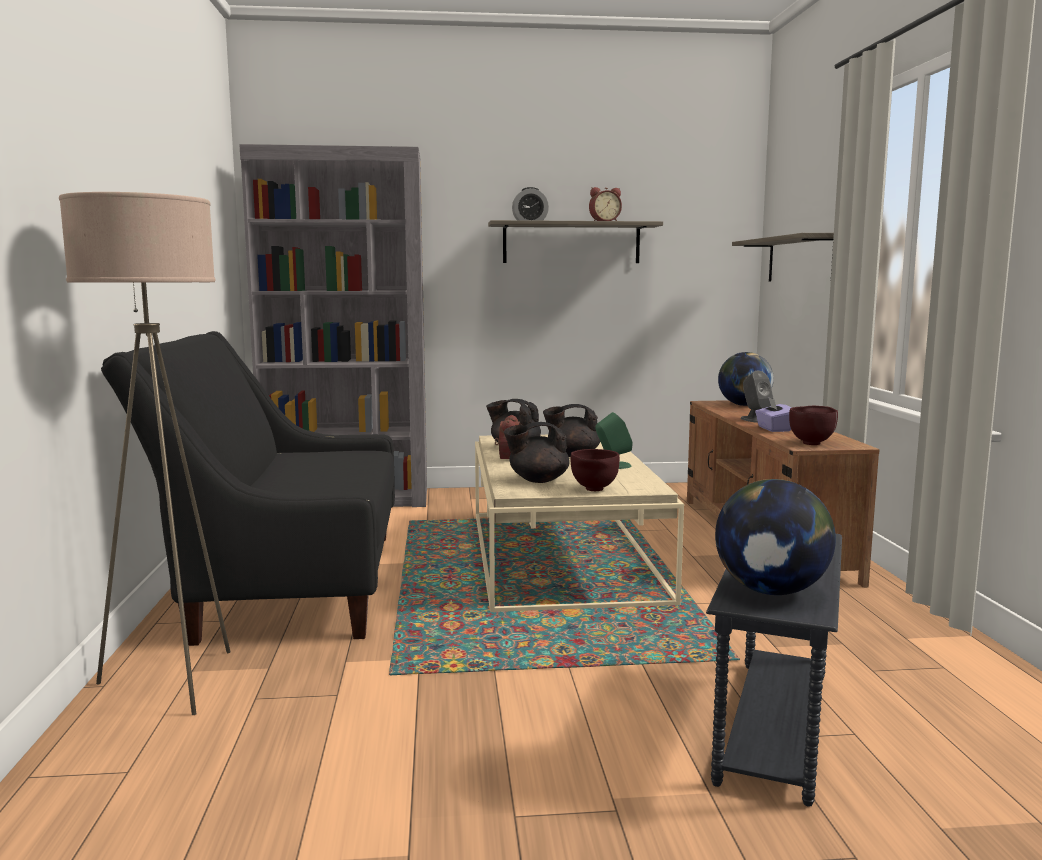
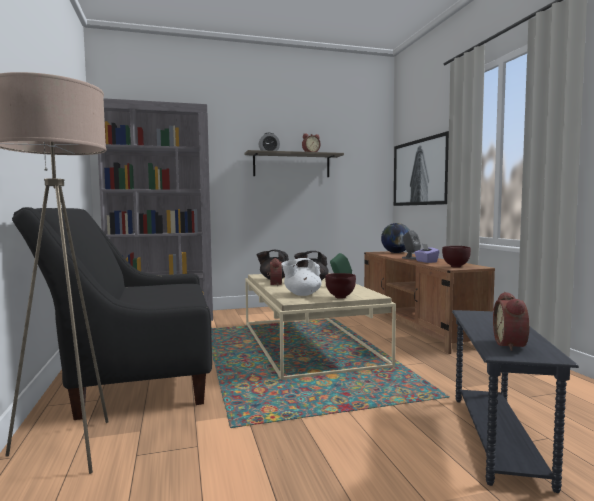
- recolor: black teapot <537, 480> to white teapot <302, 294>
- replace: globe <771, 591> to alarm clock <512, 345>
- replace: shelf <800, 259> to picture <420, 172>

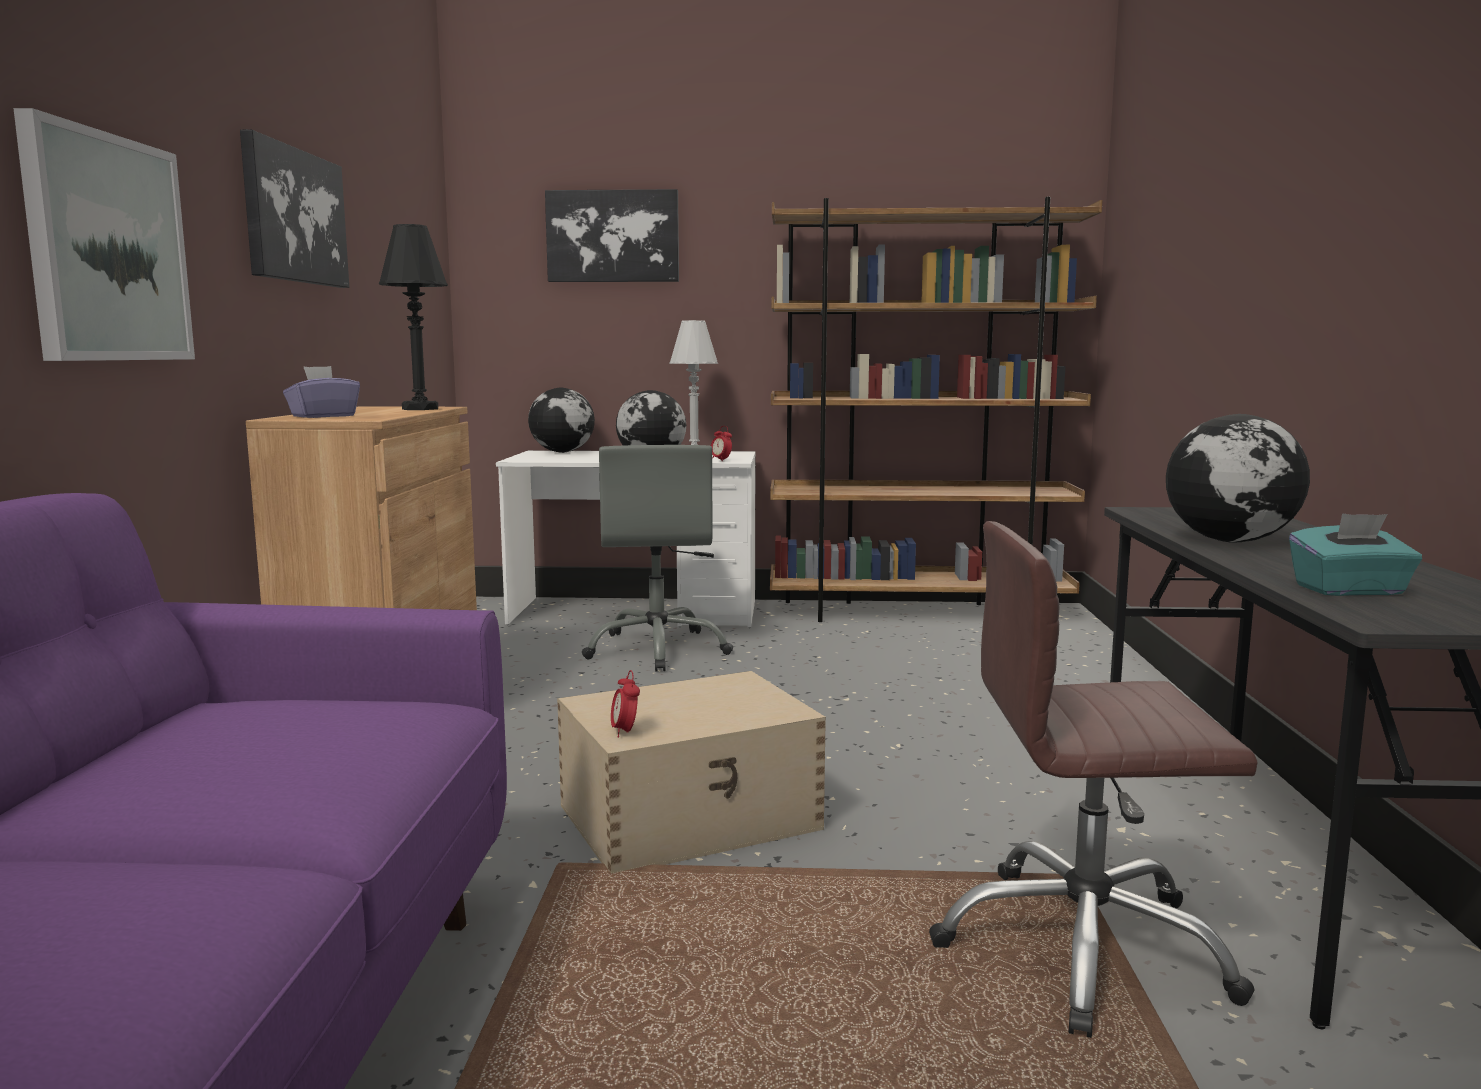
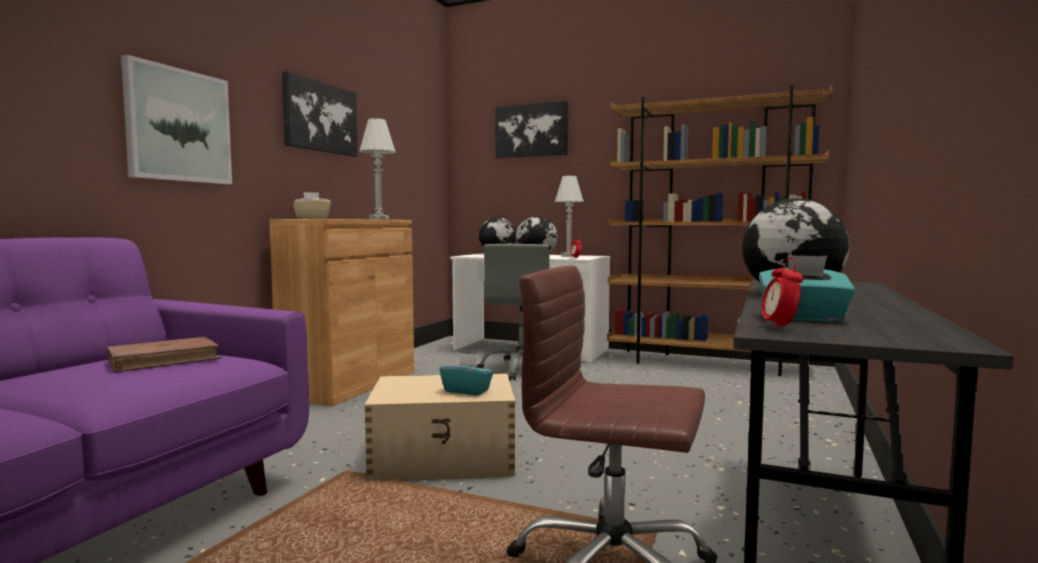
- recolor: purple tissue box <323, 416> to beige tissue box <312, 218>
- recolor: black table lamp <420, 409> to white table lamp <379, 219>
- move: alarm clock <625, 732> to <779, 327>
- insert: brown book <164, 360>
- insert: turquoise tissue box <467, 391>

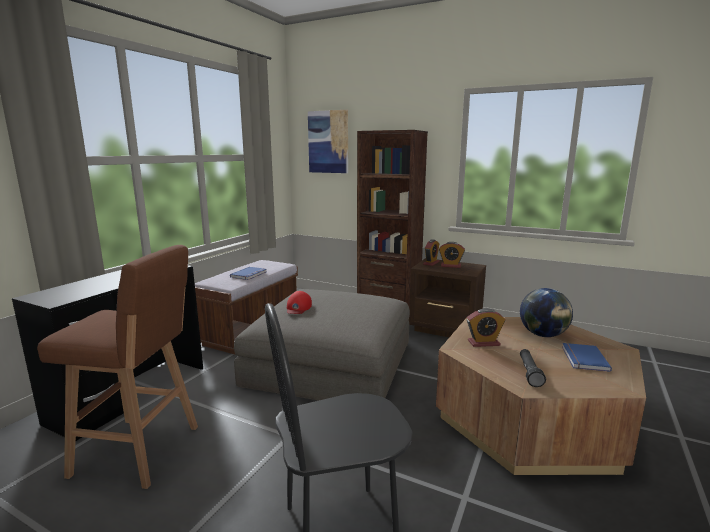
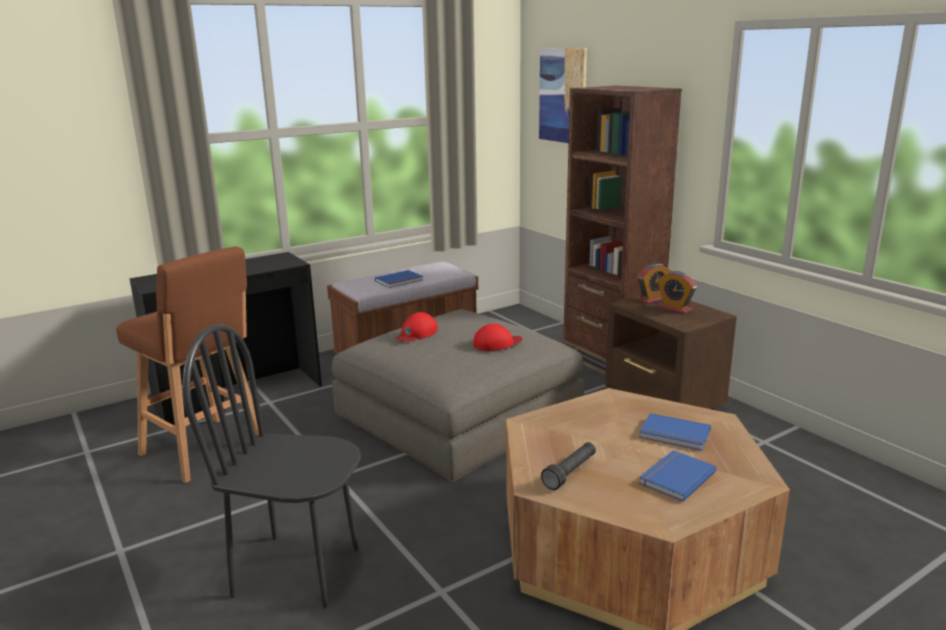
- delete: alarm clock <483, 343>
- replace: globe <543, 335> to blue book <674, 435>
- insert: red cap <497, 343>

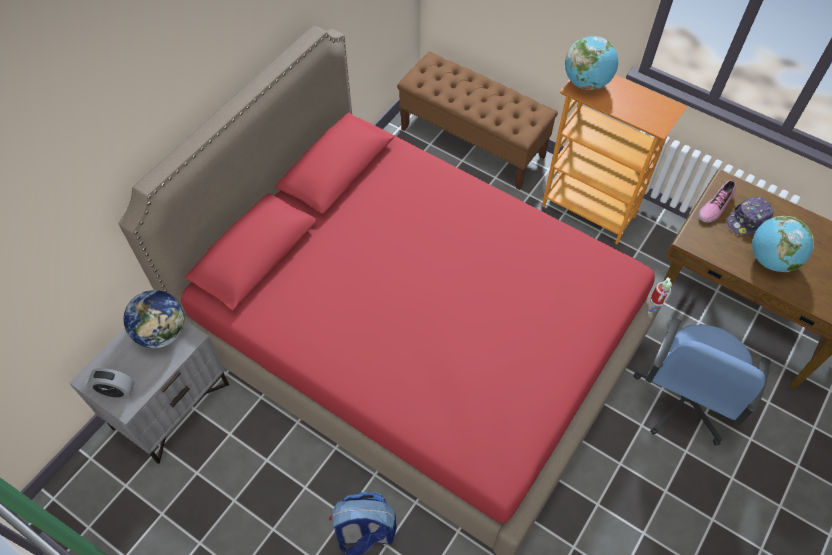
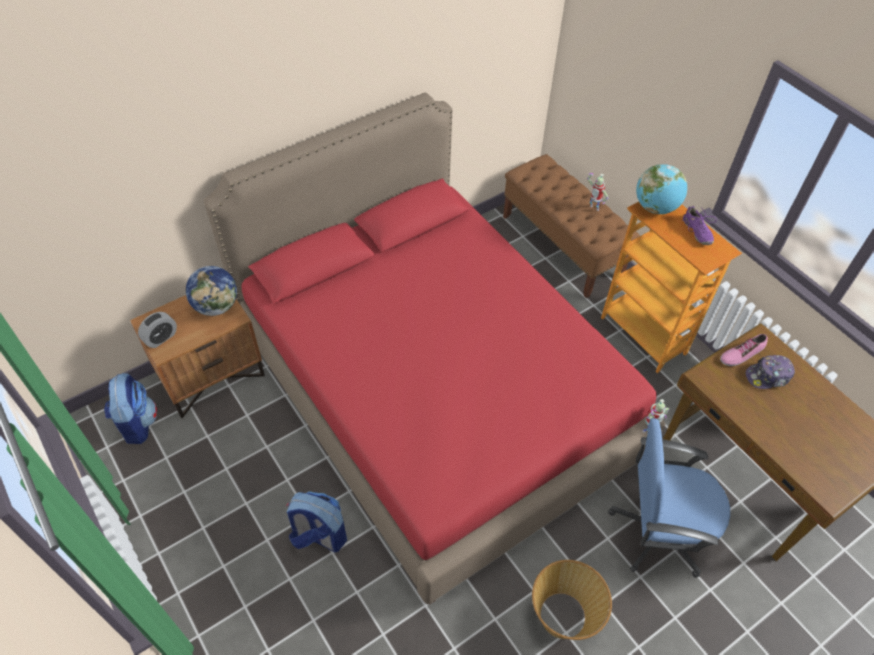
- recolor: grey nightstand <171, 405> to brown nightstand <212, 376>
- rotate: alarm clock <115, 390> = <161, 338> 75 degrees counterclockwise
- rotate: blue office chair <682, 400> = <657, 531> 45 degrees clockwise
- delete: globe <771, 260>
- insert: backpack <136, 423>
- insert: basket <563, 616>
- insert: toy robot <593, 208>
- insert: purple shoe <696, 232>

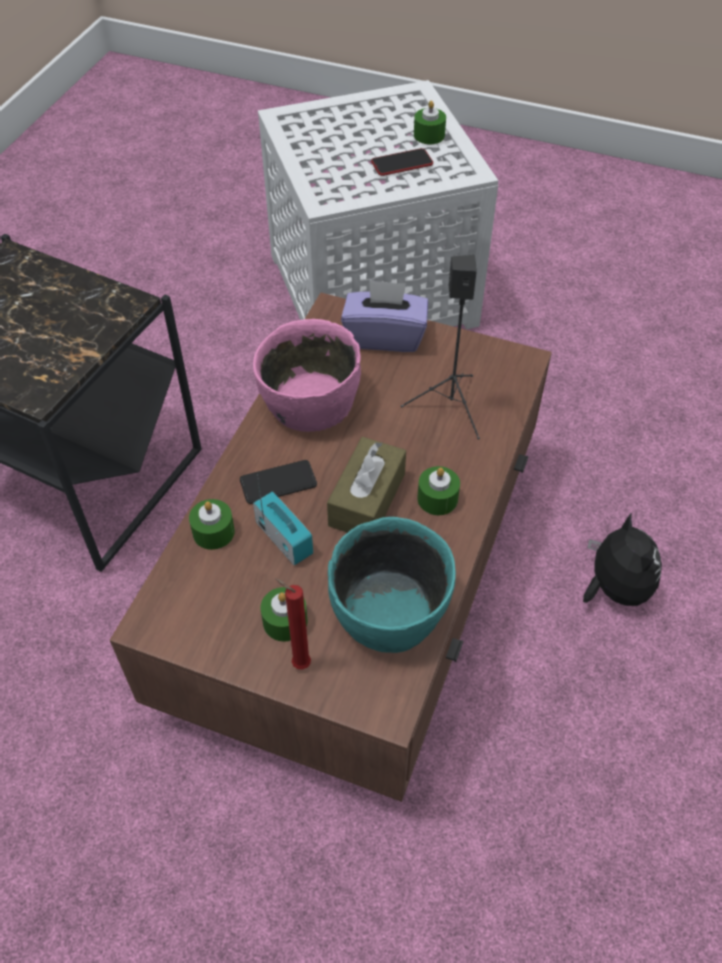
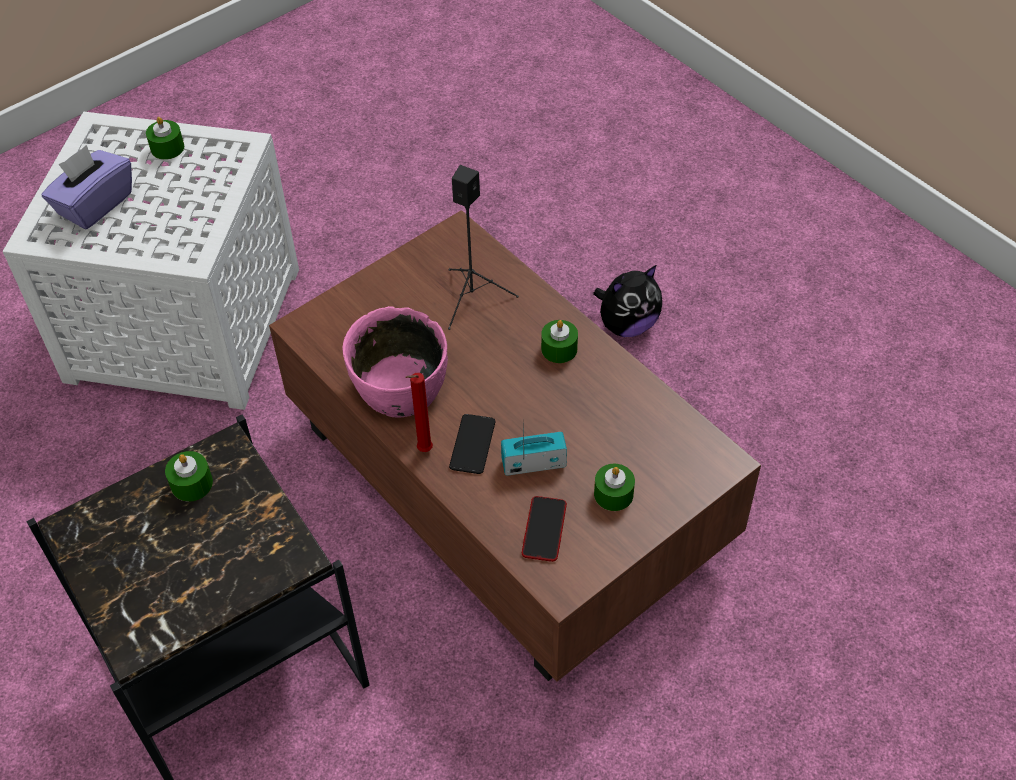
- move: green candle <213, 532> to <192, 484>
- move: red candle <298, 663> to <423, 451>
- delete: brown tissue box <367, 499>
- delete: turquoise bowl <391, 611>
- move: purple tissue box <385, 336> to <95, 204>
- move: phone <402, 163> to <544, 529>
- rotate: plush toy <614, 589> = <627, 325> 135 degrees clockwise

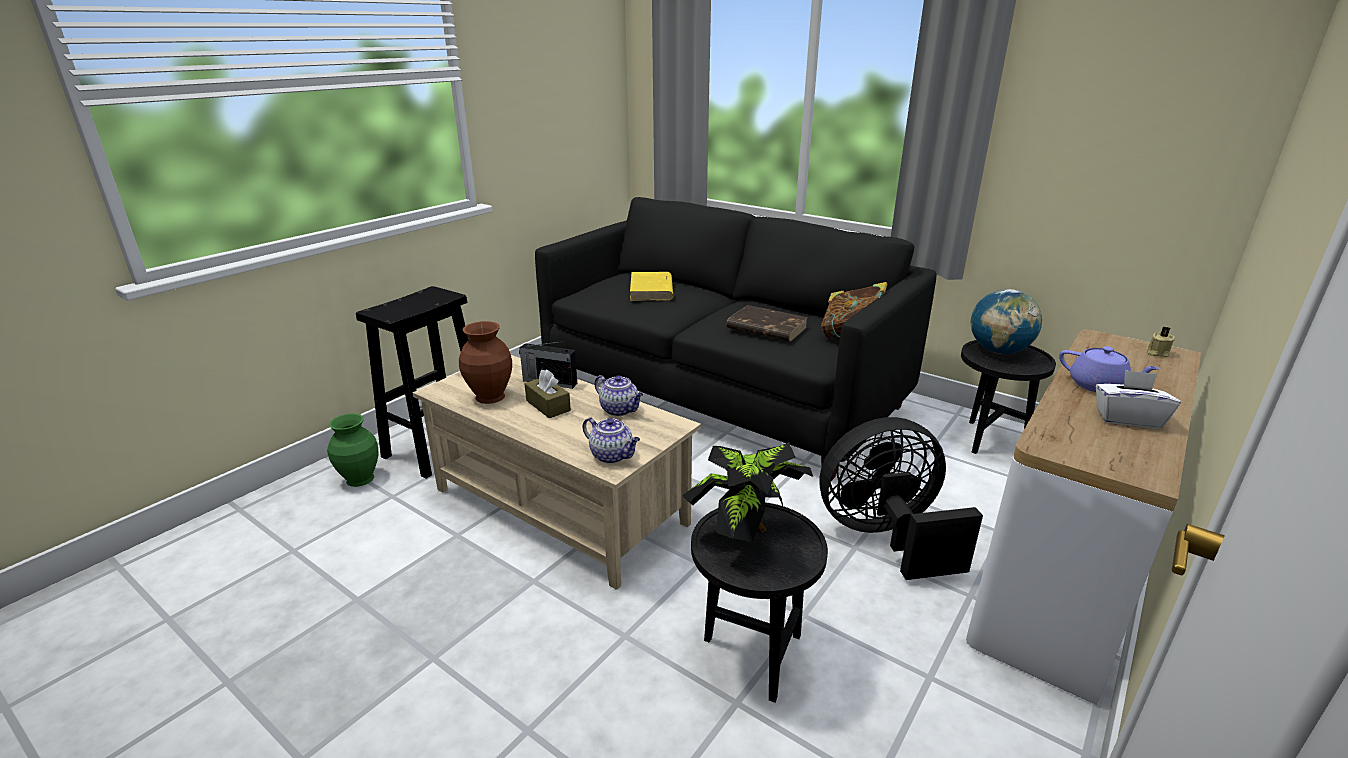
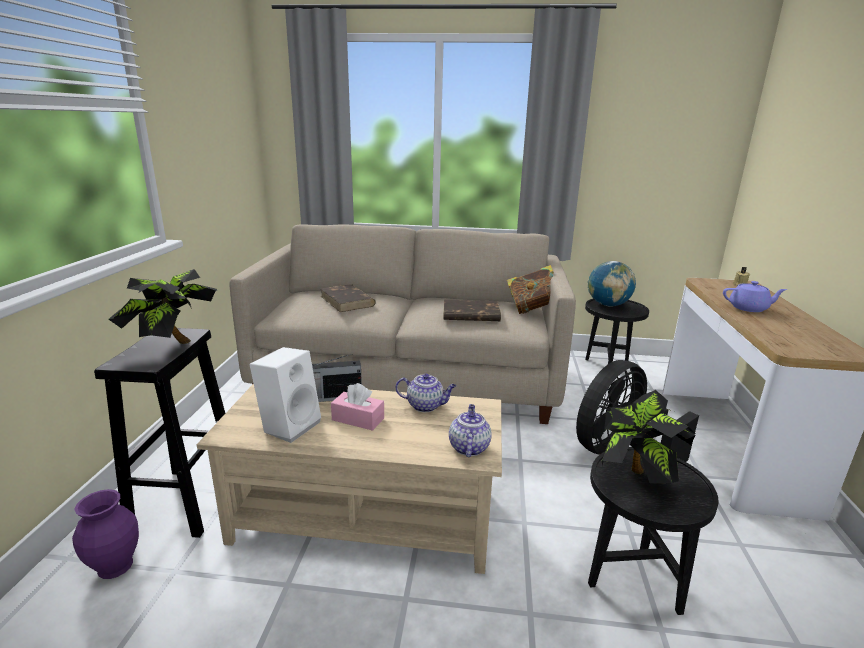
- recolor: green vase <361, 479> to purple vase <116, 565>
- replace: brown vase <490, 396> to white speaker <290, 425>
- recolor: brown tissue box <548, 405> to pink tissue box <358, 419>
- recolor: black sofa <721, 392> to beige sofa <409, 378>
- rotate: teapot <612, 456> = <468, 447> 90 degrees counterclockwise
- recolor: yellow book <651, 290> to brown book <347, 301>
- delete: white tissue box <1127, 418>
- insert: potted plant <173, 345>

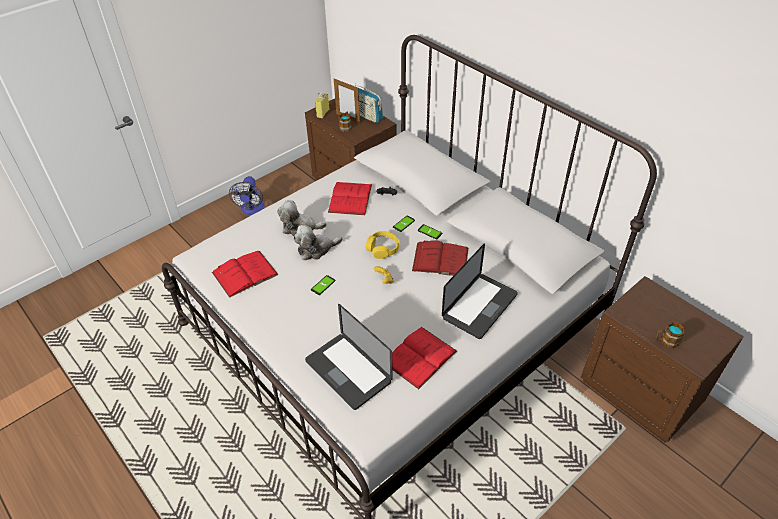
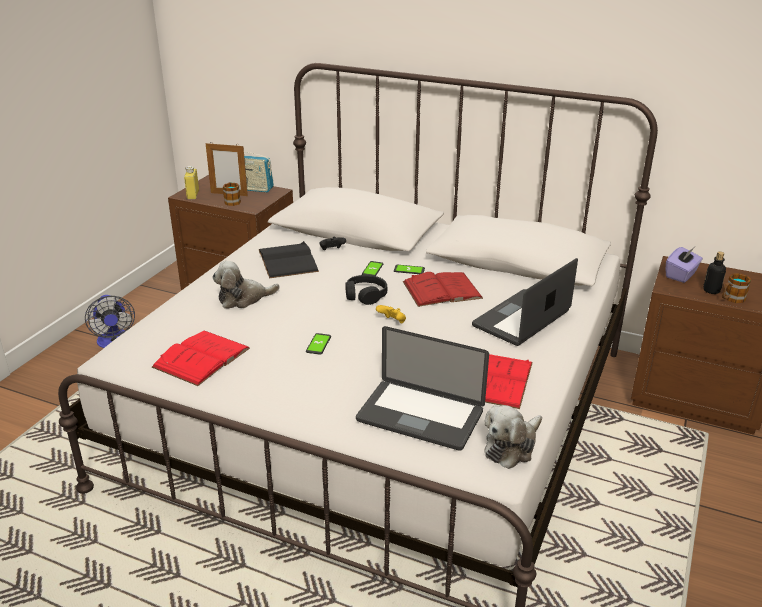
- move: plush toy <316, 249> to <511, 447>
- recolor: red book <350, 198> to black book <288, 260>
- recolor: yellow headphones <382, 248> to black headphones <365, 295>
- rotate: laptop <479, 306> = <521, 319> 150 degrees counterclockwise
- insert: purple tissue box <681, 275>
- insert: bottle <711, 290>

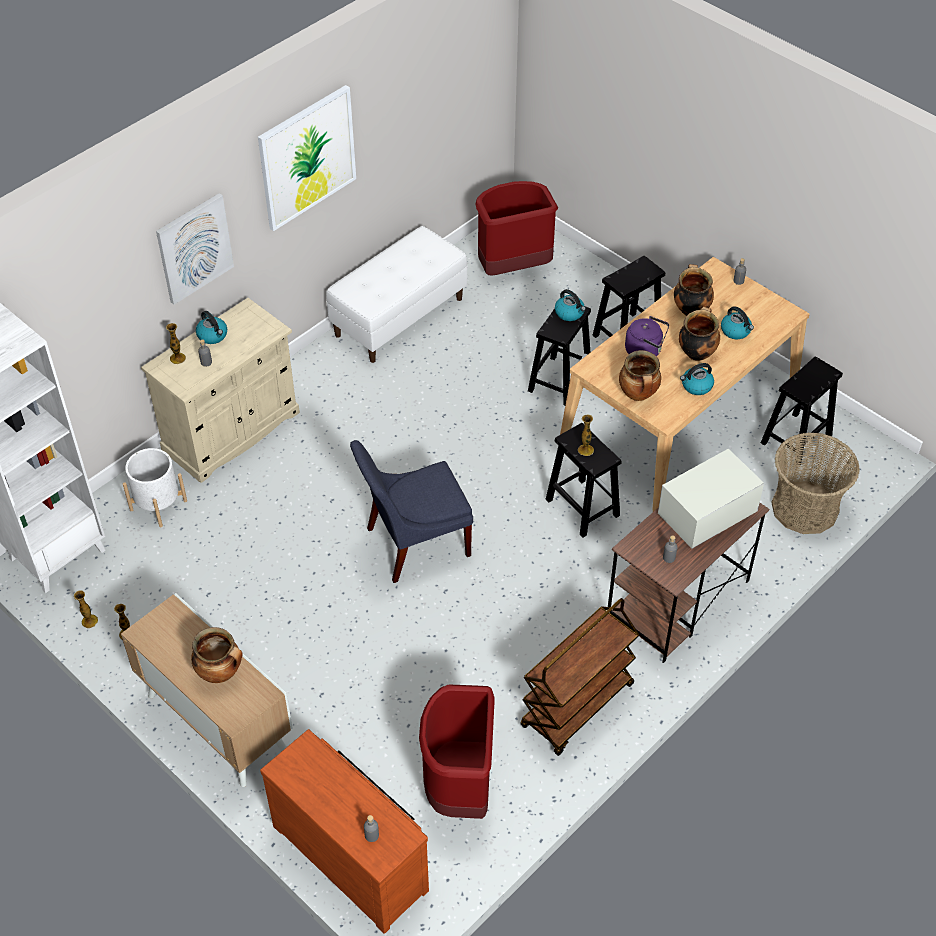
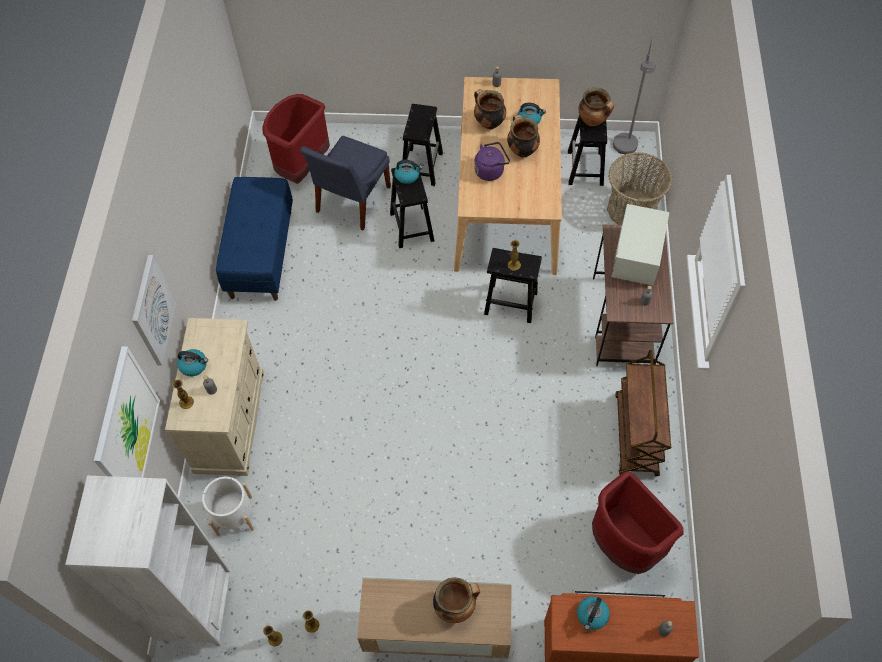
- move: picture <307, 157> to <126, 427>
- recolor: white bench <399, 316> to blue bench <261, 253>
- move: blue chair <413, 543> to <351, 201>
- move: cooking pot <638, 395> to <593, 121>
- move: kettle <696, 386> to <592, 615>
- insert: grey floor lamp <625, 150>

